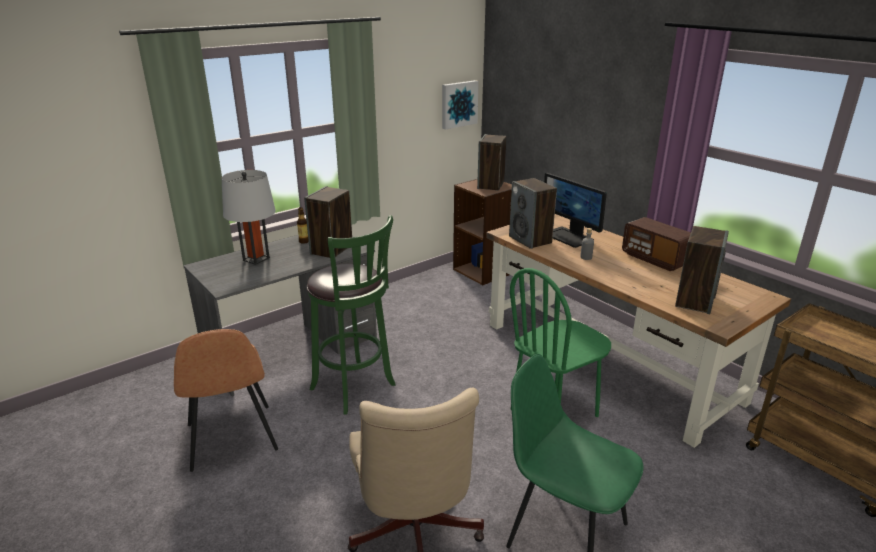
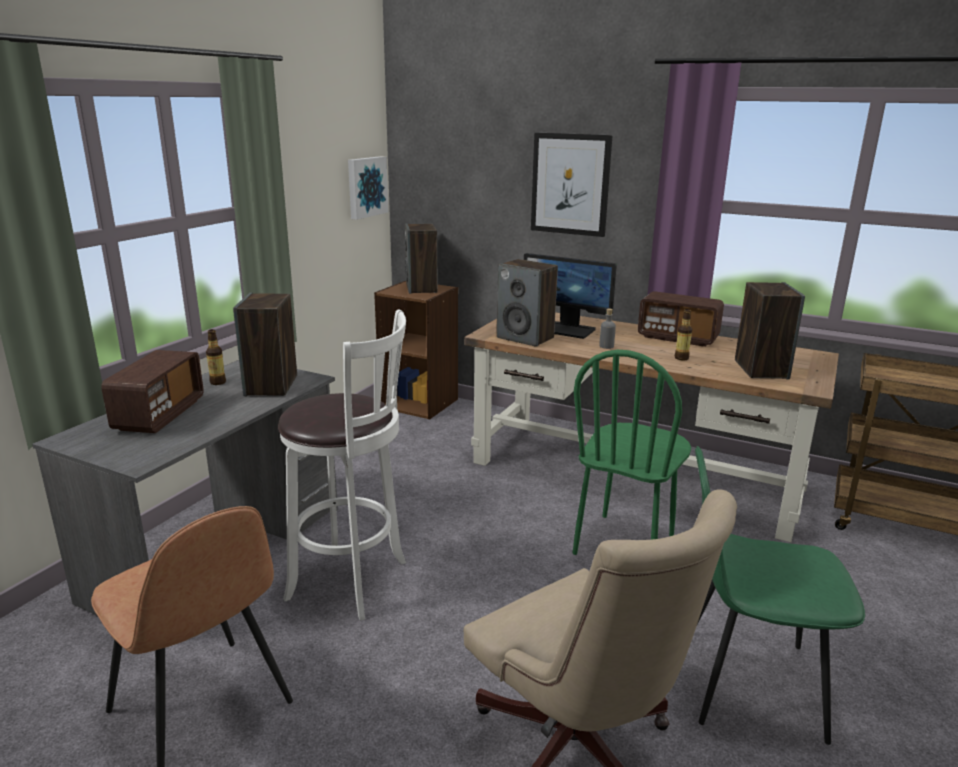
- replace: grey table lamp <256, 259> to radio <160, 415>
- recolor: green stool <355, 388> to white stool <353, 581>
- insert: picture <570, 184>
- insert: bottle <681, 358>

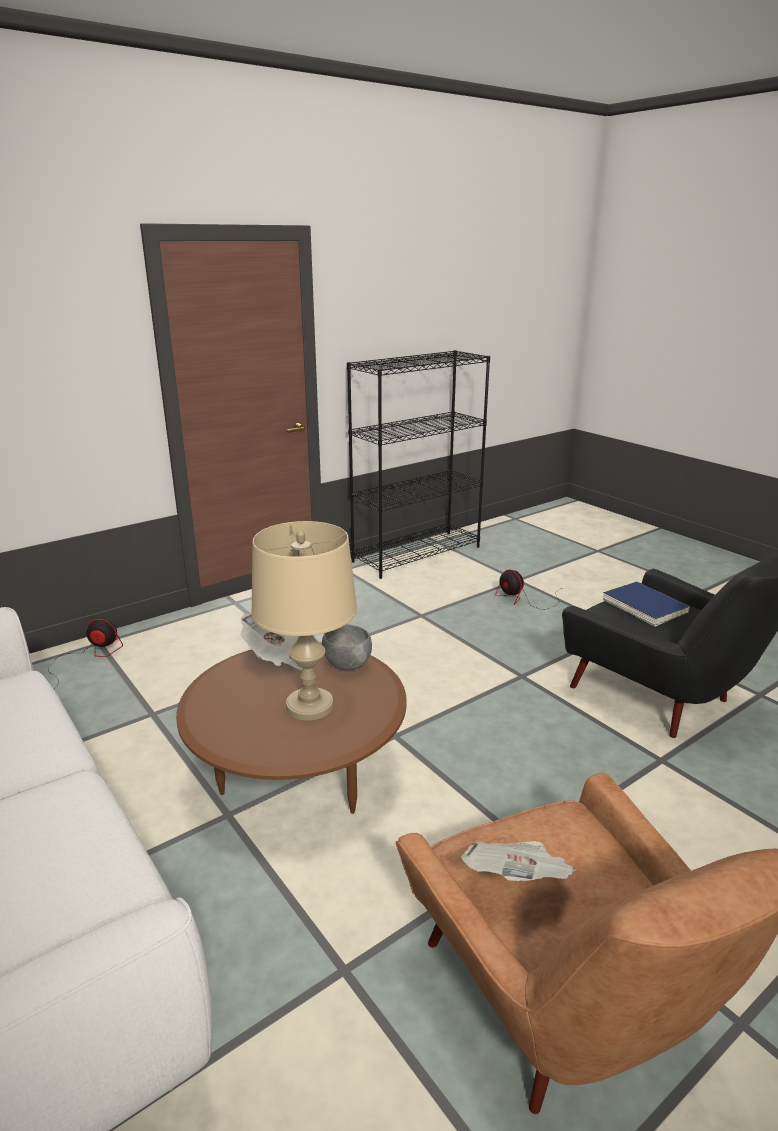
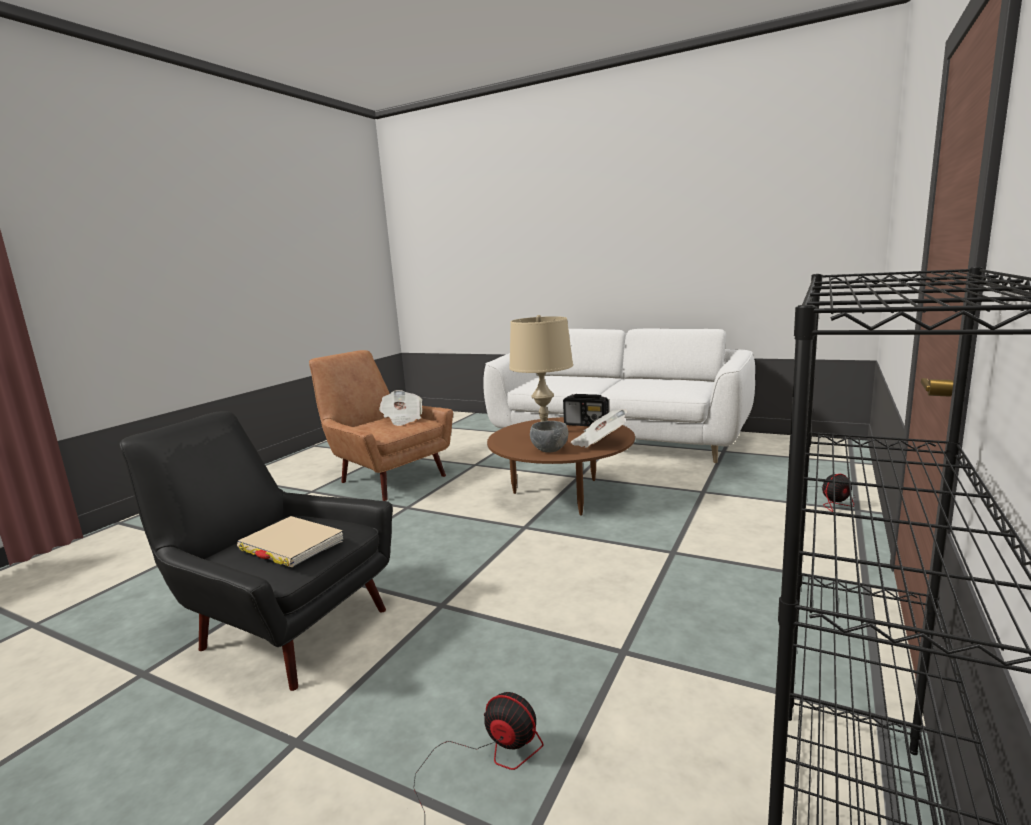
- recolor: blue book <645, 606> to beige book <291, 546>
- insert: radio <586, 424>

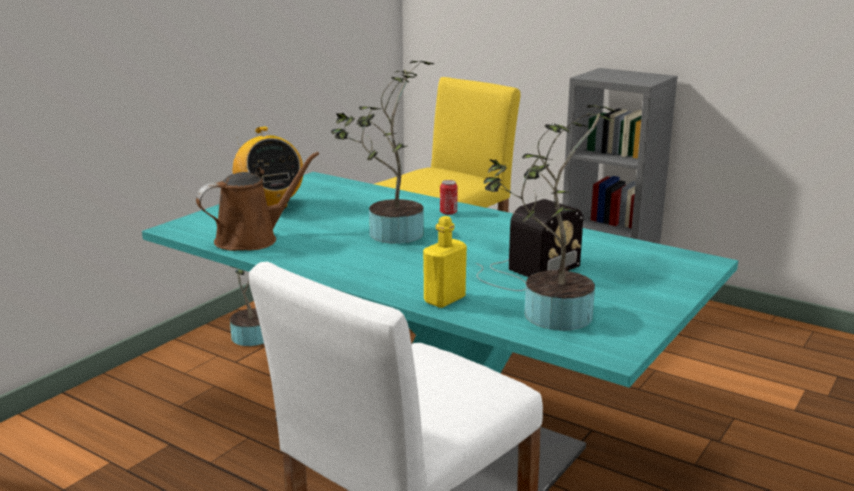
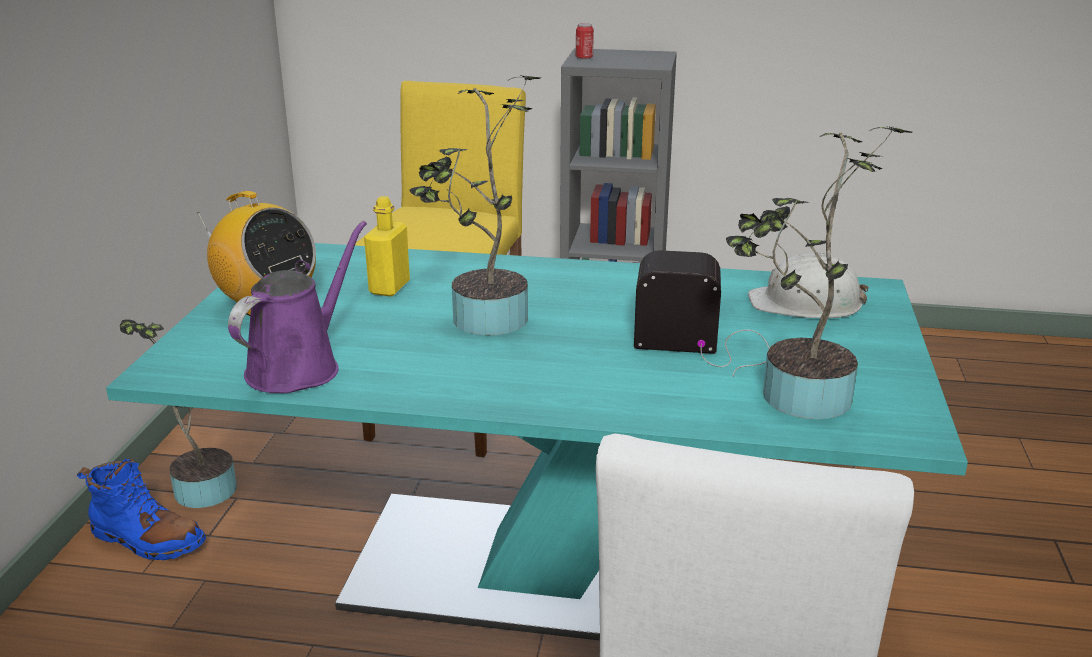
- recolor: brown watering can <252, 239> to purple watering can <299, 367>
- move: yellow bottle <444, 299> to <389, 288>
- move: can <448, 212> to <584, 58>
- rotate: radio <525, 272> = <705, 344> 105 degrees counterclockwise
- insert: blue boot <147, 540>
- insert: white hard hat <807, 303>

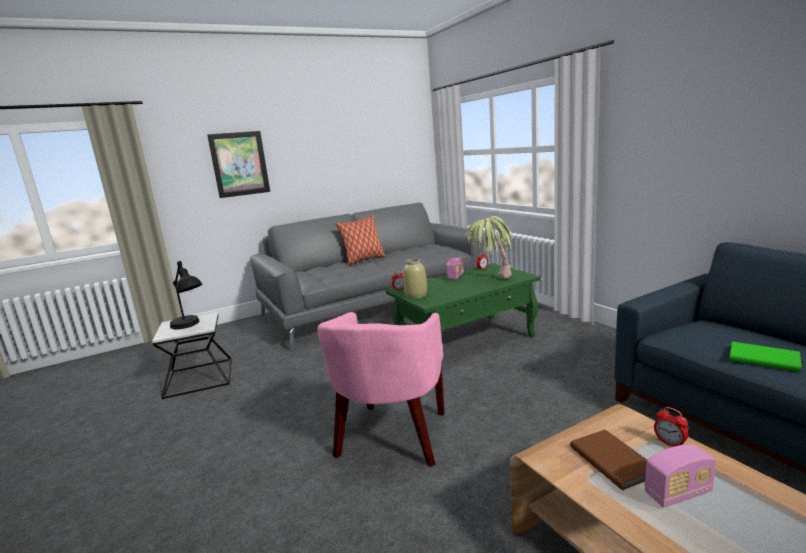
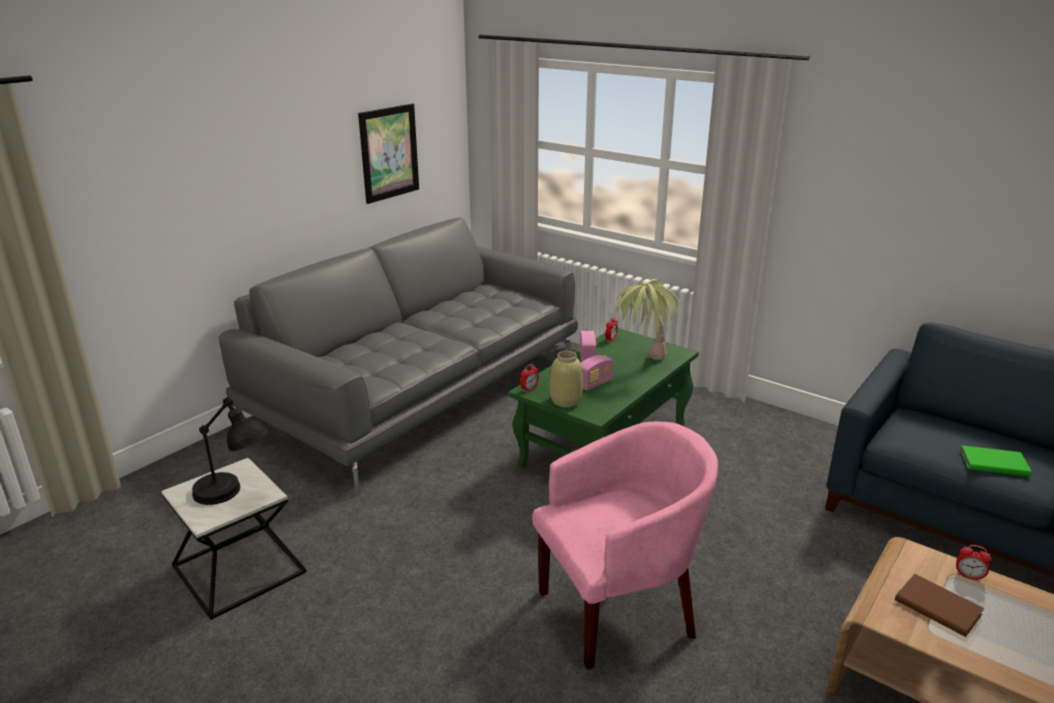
- move: picture <239, 164> to <389, 153>
- rotate: pink armchair <392, 437> = <620, 609> 105 degrees counterclockwise
- delete: pillow <364, 260>
- move: radio <678, 493> to <594, 384>

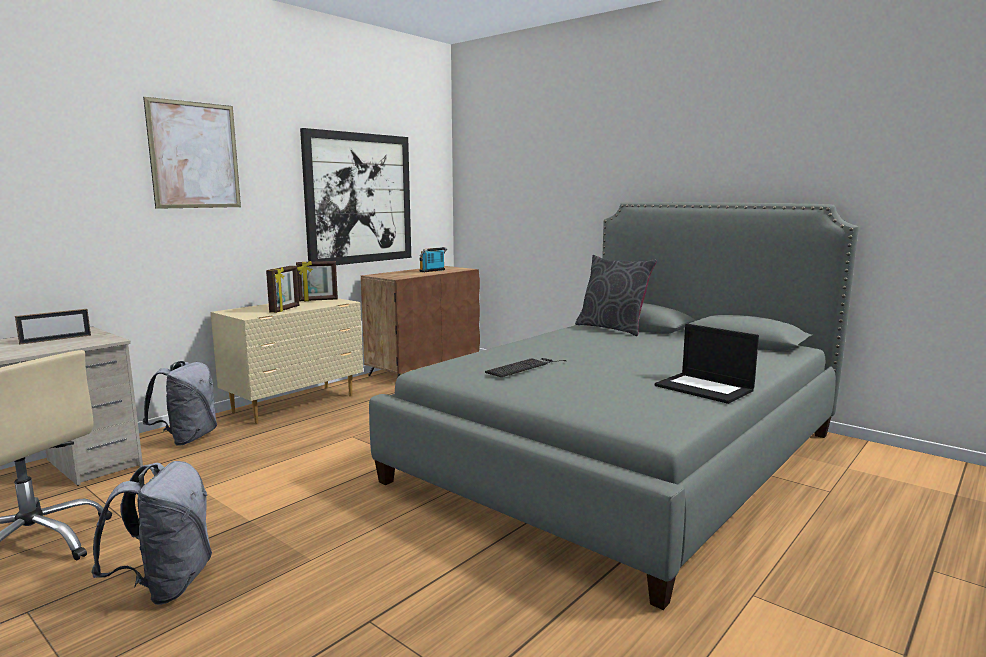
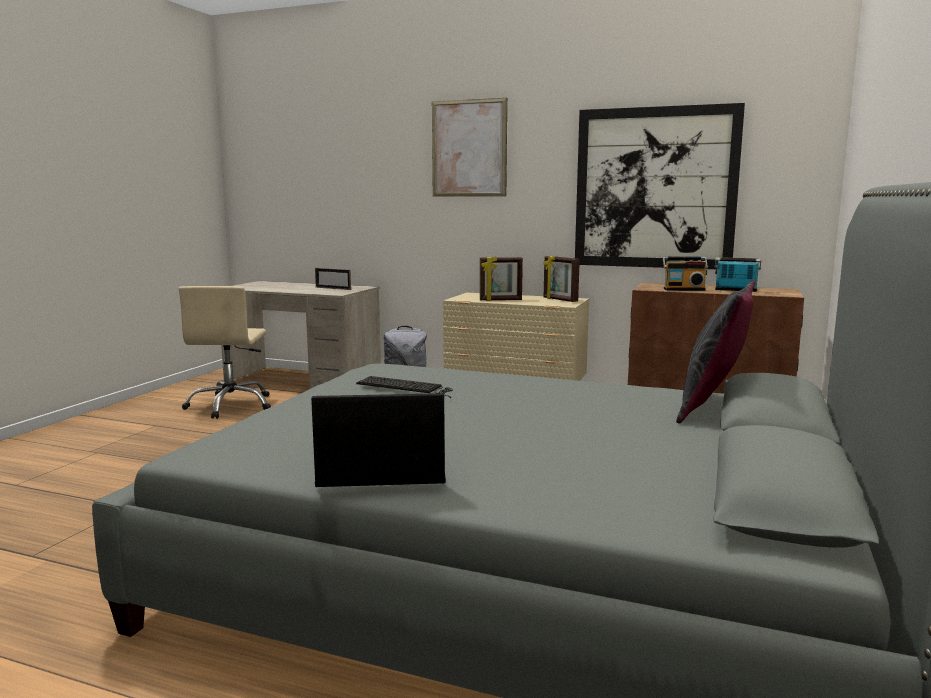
- delete: grey backpack <166, 585>
- rotate: laptop <705, 388> = <380, 470> 60 degrees clockwise
- insert: radio <683, 289>

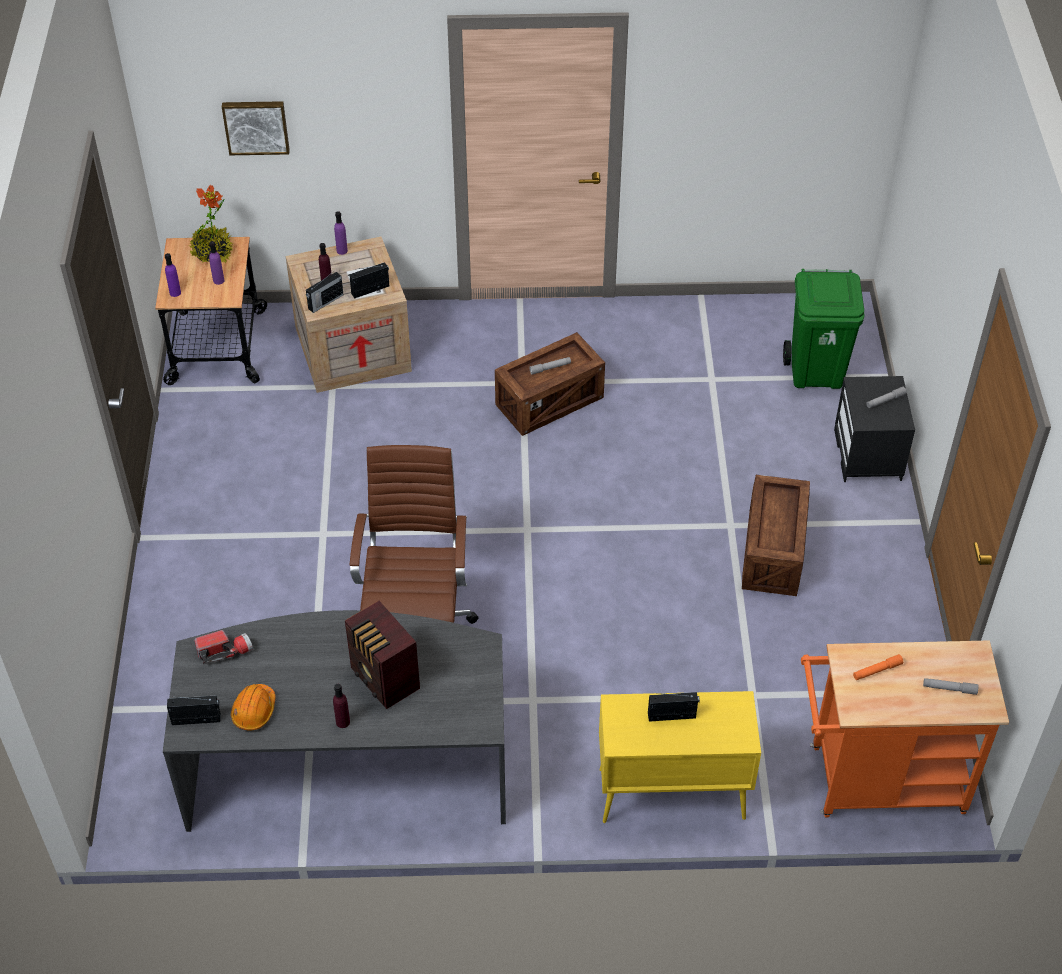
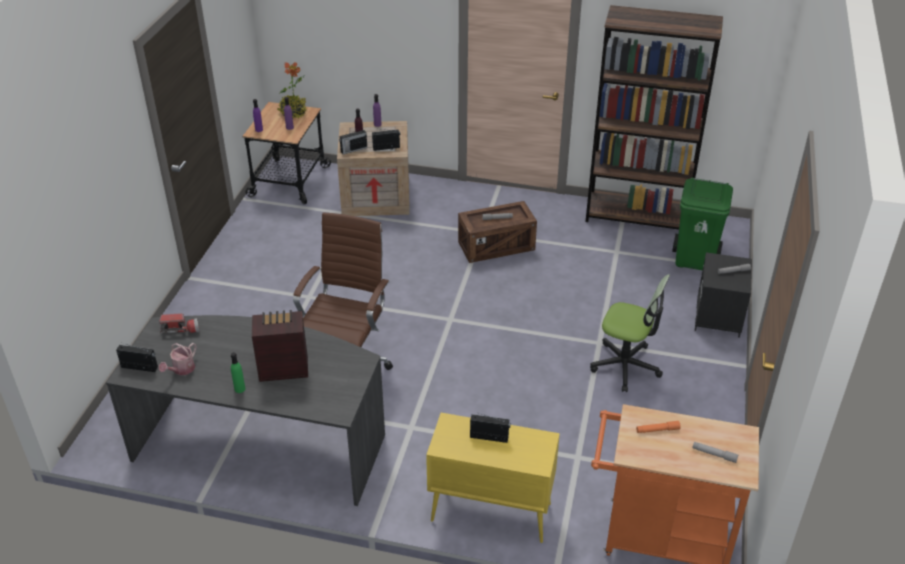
- delete: picture <256, 126>
- replace: orange hard hat <254, 711> to watering can <181, 370>
- recolor: purple bottle <343, 722> to green bottle <240, 389>
- rotate: radio <385, 680> = <282, 368> 105 degrees clockwise
- replace: crate <773, 552> to office chair <625, 366>
- insert: brown bookcase <637, 217>

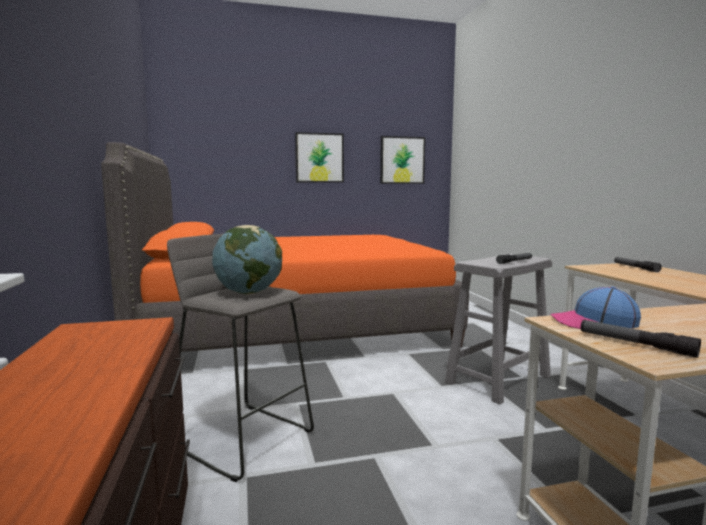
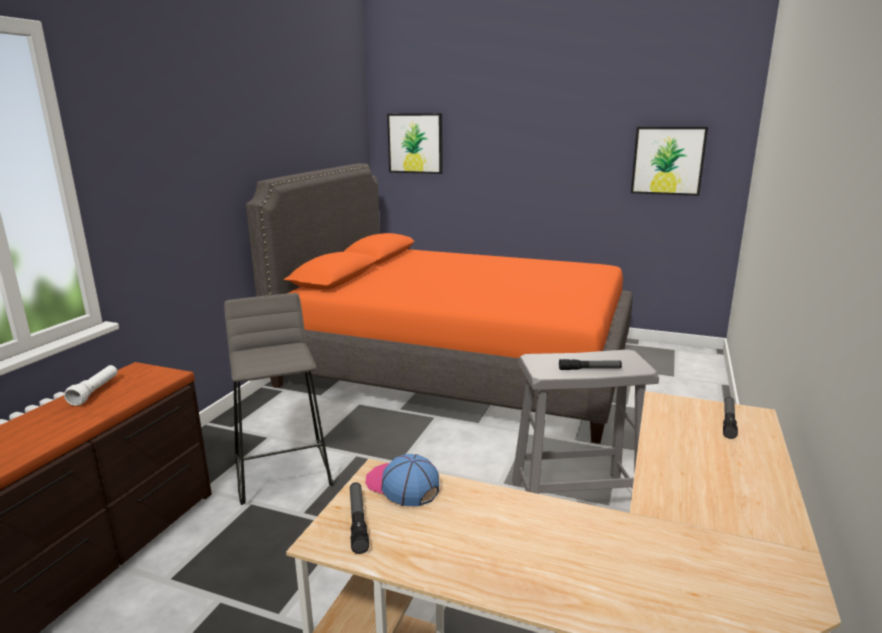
- delete: globe <249, 292>
- move: picture <319, 158> to <415, 143>
- insert: white flashlight <95, 392>

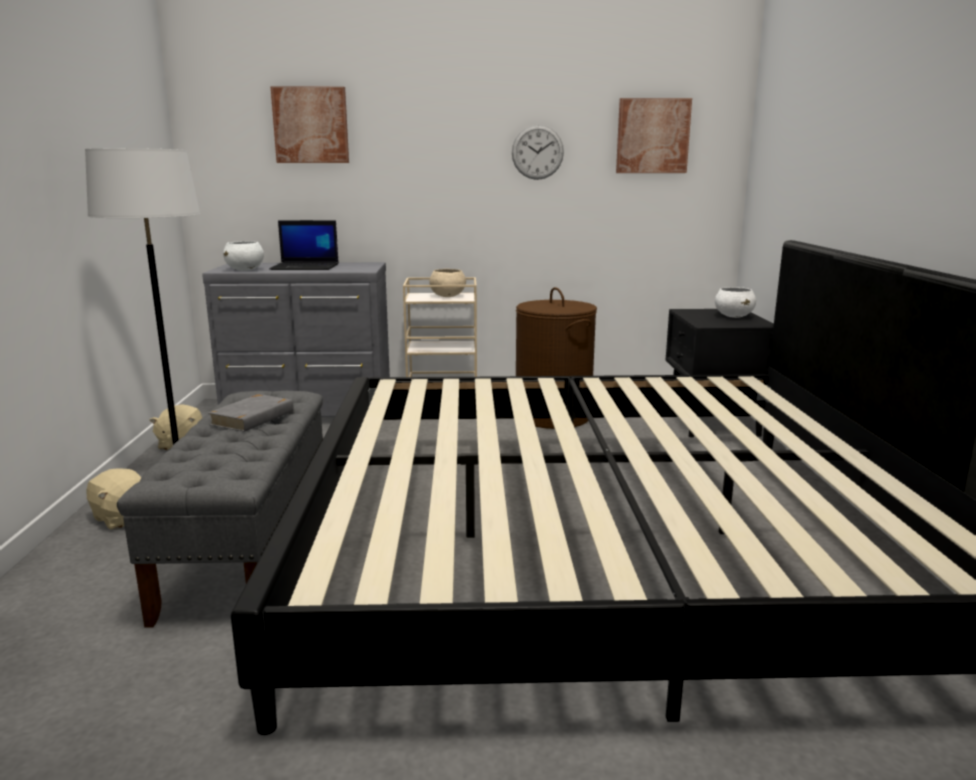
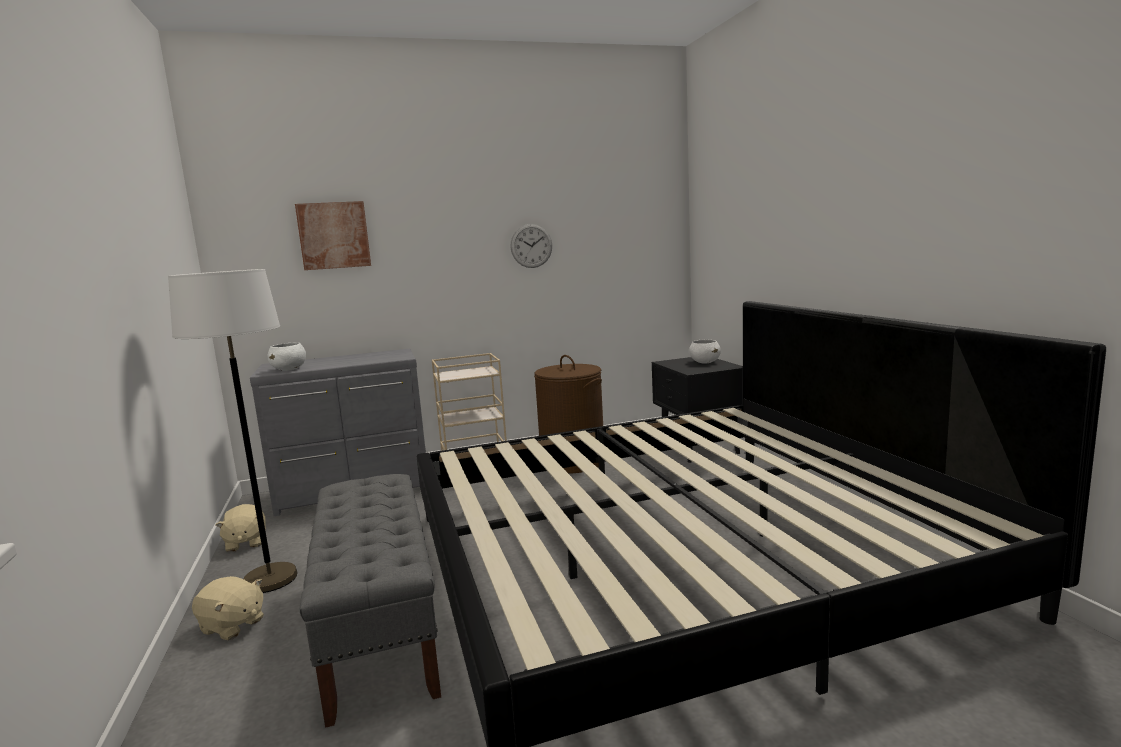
- delete: grey book <253, 418>
- delete: laptop <306, 267>
- delete: beige bowl <447, 296>
- delete: picture <652, 136>

